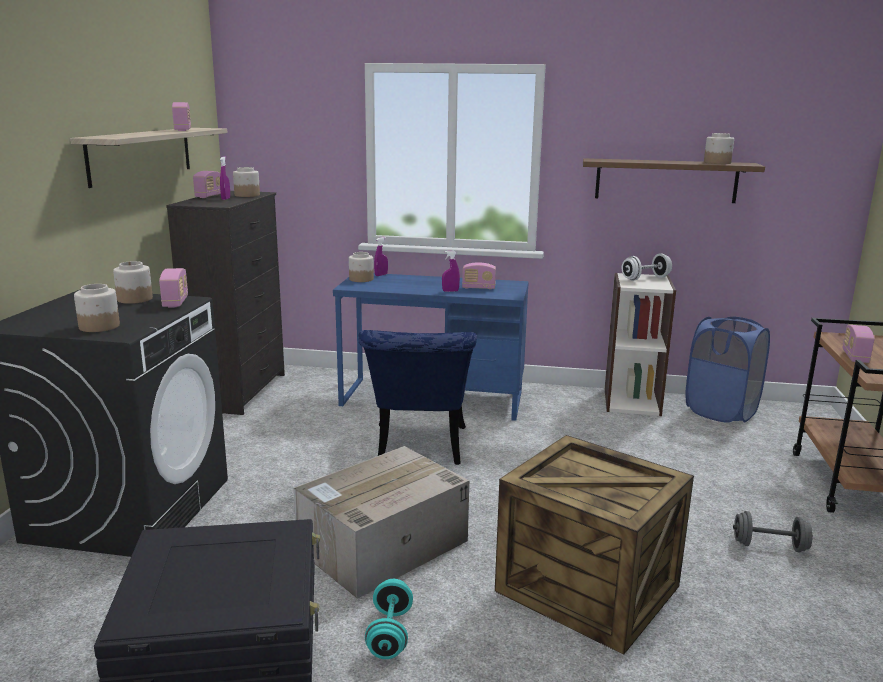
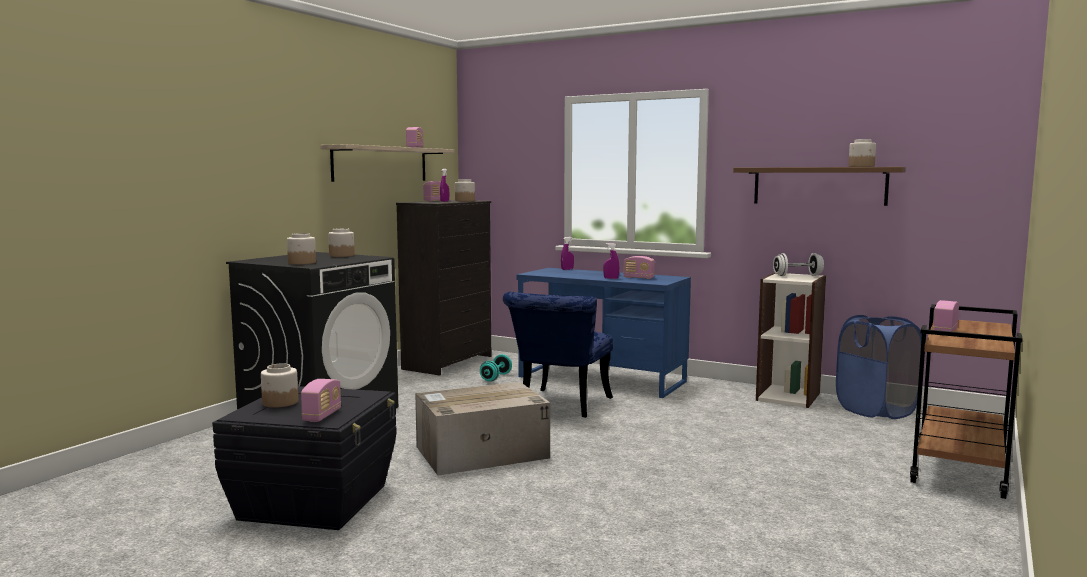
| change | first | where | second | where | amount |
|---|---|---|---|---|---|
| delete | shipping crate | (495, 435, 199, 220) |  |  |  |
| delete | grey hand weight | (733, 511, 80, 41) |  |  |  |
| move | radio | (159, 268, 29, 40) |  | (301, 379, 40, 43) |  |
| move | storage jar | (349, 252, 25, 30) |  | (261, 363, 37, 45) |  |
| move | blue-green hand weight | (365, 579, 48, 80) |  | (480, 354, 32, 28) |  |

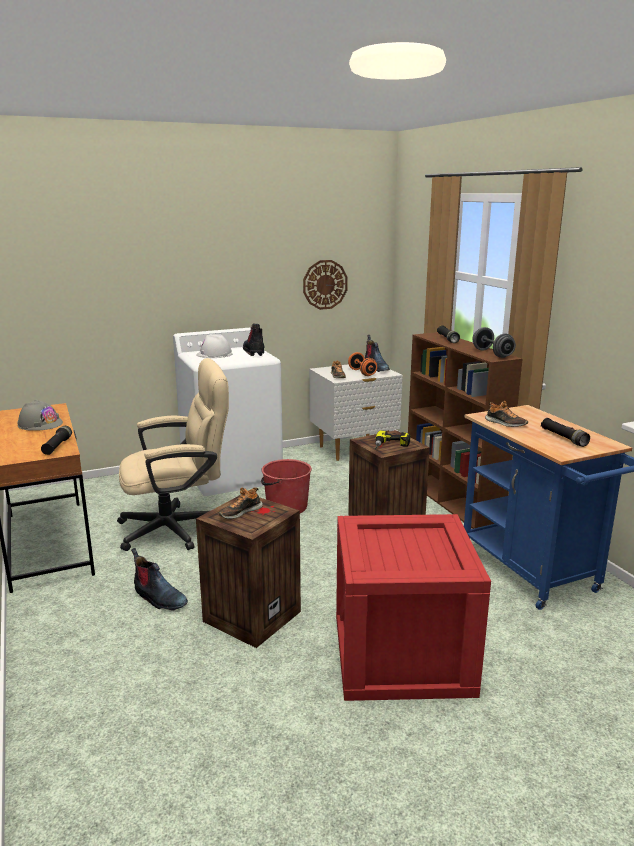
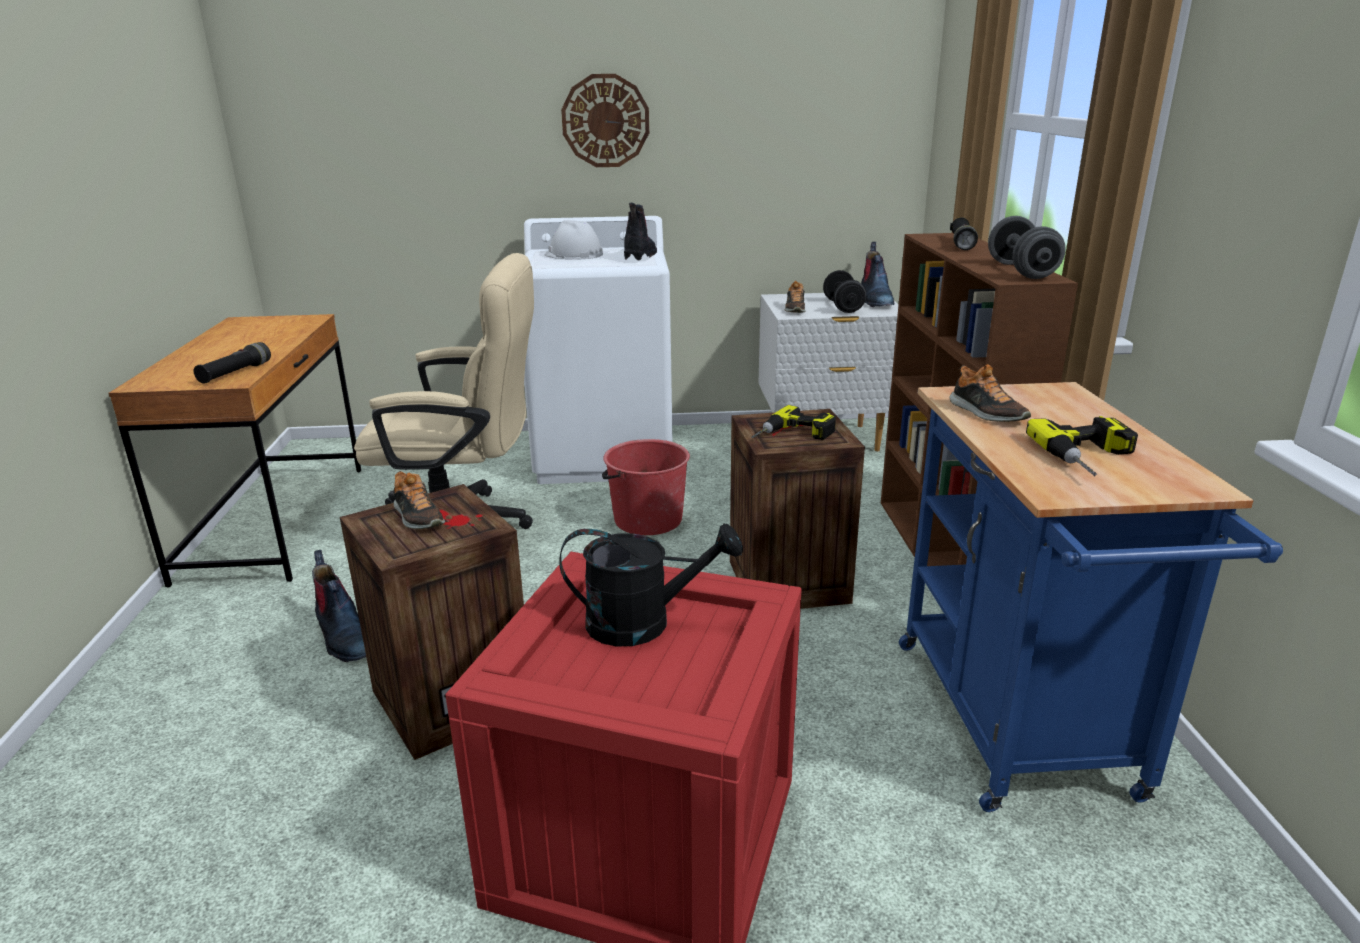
| change | first | where | second | where | amount |
|---|---|---|---|---|---|
| delete | grey hard hat | (17, 400, 46, 31) |  |  |  |
| insert |  |  | black-coloured watering pot | (559, 523, 184, 124) |  |
| move | hanging clock | (303, 260, 45, 50) |  | (561, 74, 88, 93) |  |
| replace | black-coloured flashlight | (541, 418, 49, 29) | electric drill | (1026, 416, 112, 60) |  |
| recolor | orange hand weight | (348, 352, 29, 24) | black-coloured hand weight | (823, 270, 43, 43) |  |
| rotate | low shoe | (219, 487, 44, 32) |  | (393, 471, 52, 58) | 105 degrees counterclockwise |

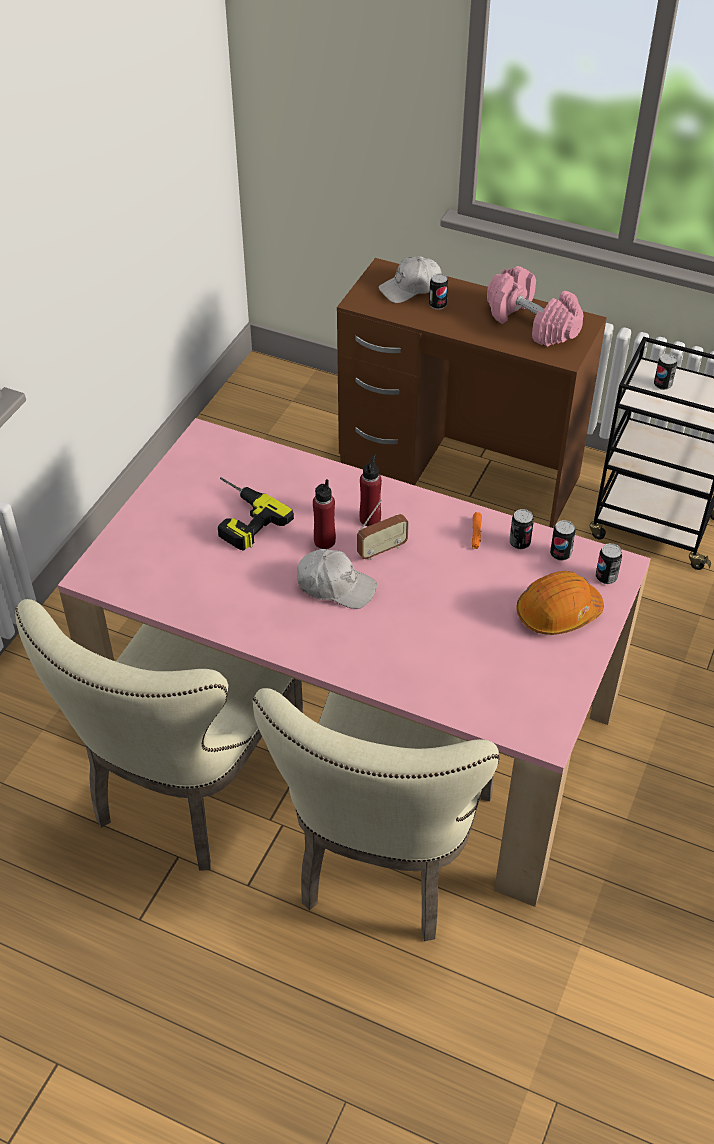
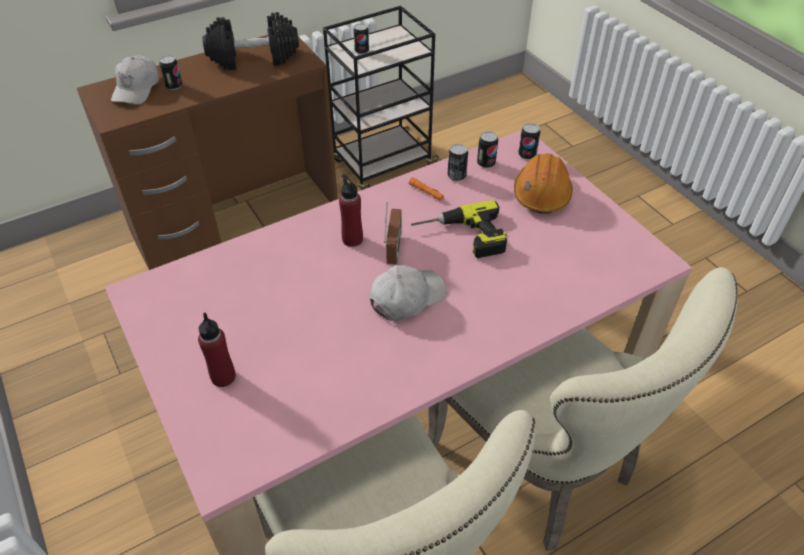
| change | first | where | second | where | amount |
|---|---|---|---|---|---|
| move | electric drill | (218, 477, 76, 74) |  | (411, 200, 96, 59) |  |
| move | reddish bottle | (313, 479, 23, 70) |  | (198, 313, 38, 74) |  |
| recolor | pink-coloured hand weight | (487, 266, 96, 81) | black-coloured hand weight | (202, 12, 97, 58) |  |

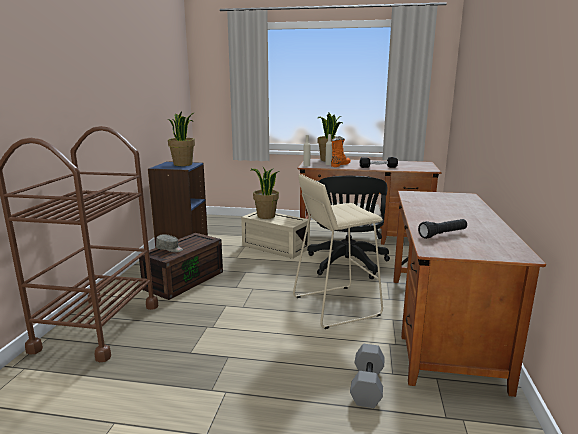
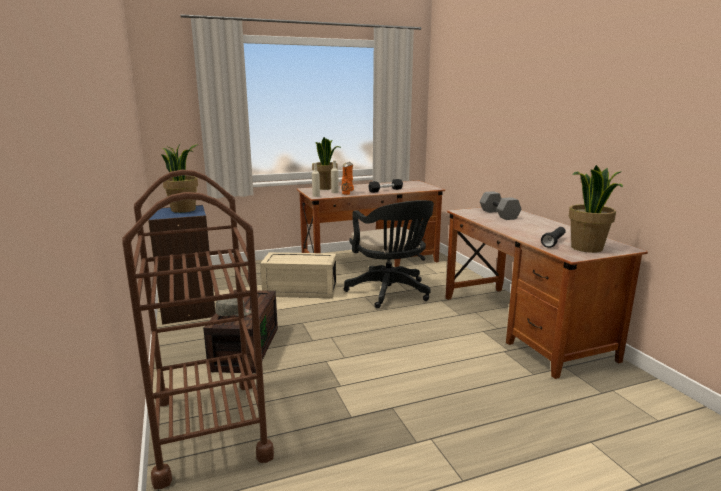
| change | first | where | second | where | amount |
|---|---|---|---|---|---|
| delete | beige stool | (293, 174, 90, 155) |  |  |  |
| move | houseplant | (250, 166, 30, 53) |  | (568, 165, 55, 88) |  |
| move | grey hand weight | (350, 344, 35, 64) |  | (480, 191, 41, 29) |  |

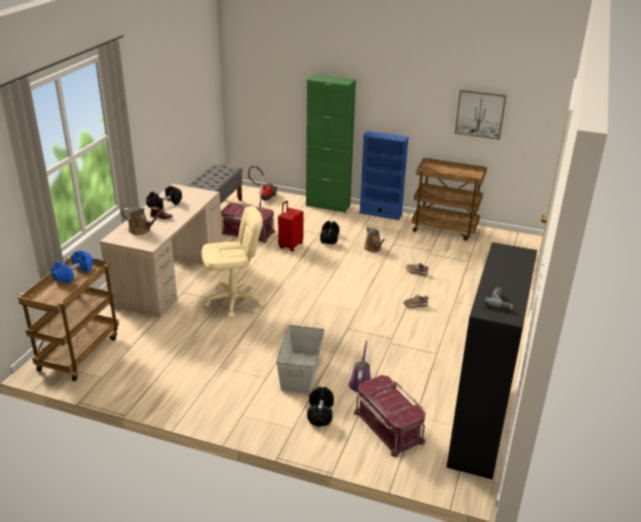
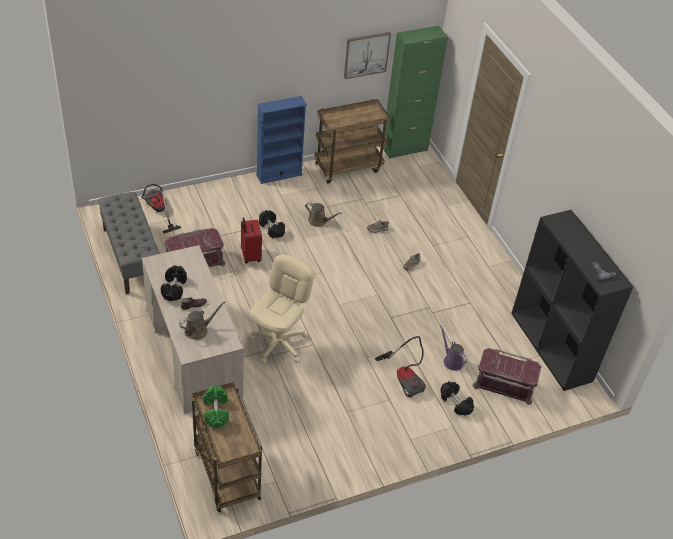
| change | first | where | second | where | amount |
|---|---|---|---|---|---|
| move | greenish cupboard | (306, 74, 50, 139) |  | (383, 26, 65, 133) |  |
| replace | grey storage bin | (276, 325, 49, 69) | vacuum cleaner | (375, 336, 51, 62) |  |
| recolor | bluish hand weight | (51, 250, 42, 33) | greenish hand weight | (203, 386, 26, 42) |  |

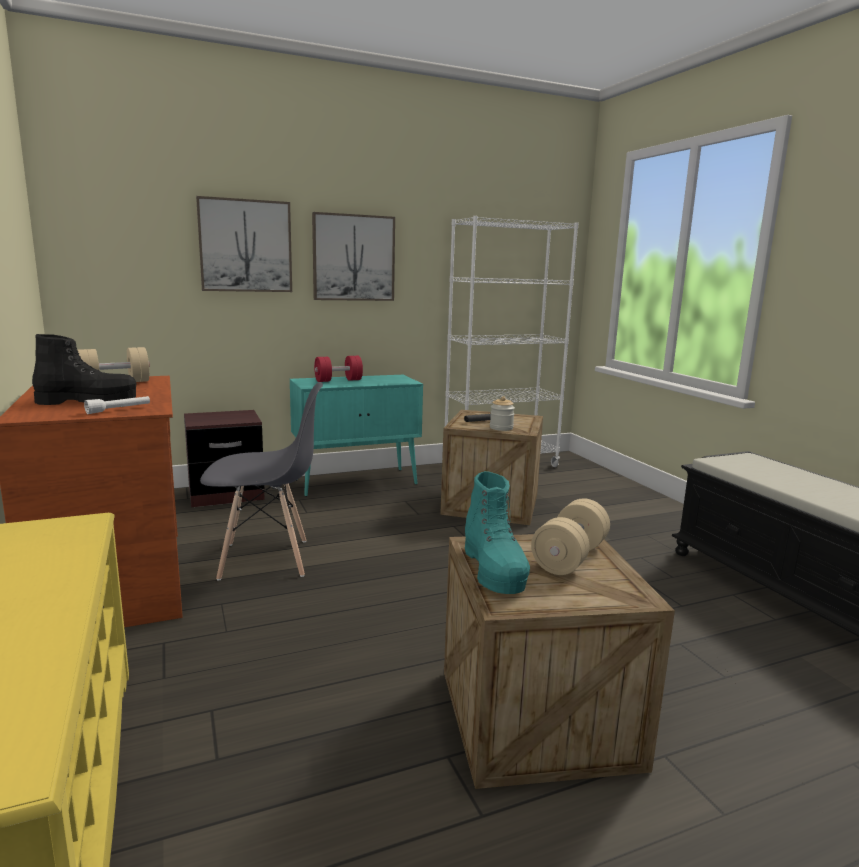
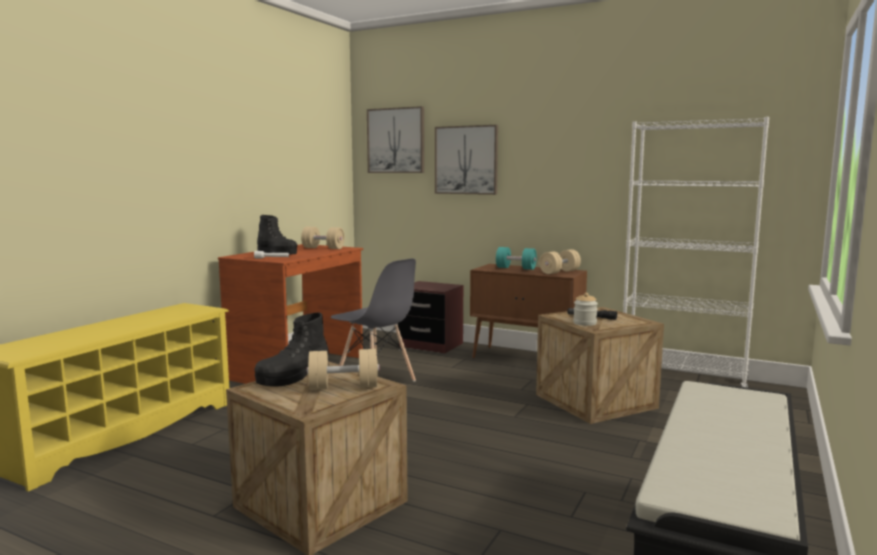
| change | first | where | second | where | amount |
|---|---|---|---|---|---|
| insert |  |  | beige hand weight | (539, 249, 42, 25) |  |
| move | picture | (312, 212, 83, 89) |  | (367, 106, 57, 67) |  |
| recolor | blue-green cupboard | (290, 375, 133, 122) | brown-coloured cupboard | (470, 264, 117, 95) |  |
| recolor | reddish hand weight | (314, 356, 49, 26) | blue-green hand weight | (496, 247, 41, 23) |  |
| recolor | blue-green tall boot | (465, 471, 65, 123) | black-coloured tall boot | (255, 313, 74, 73) |  |

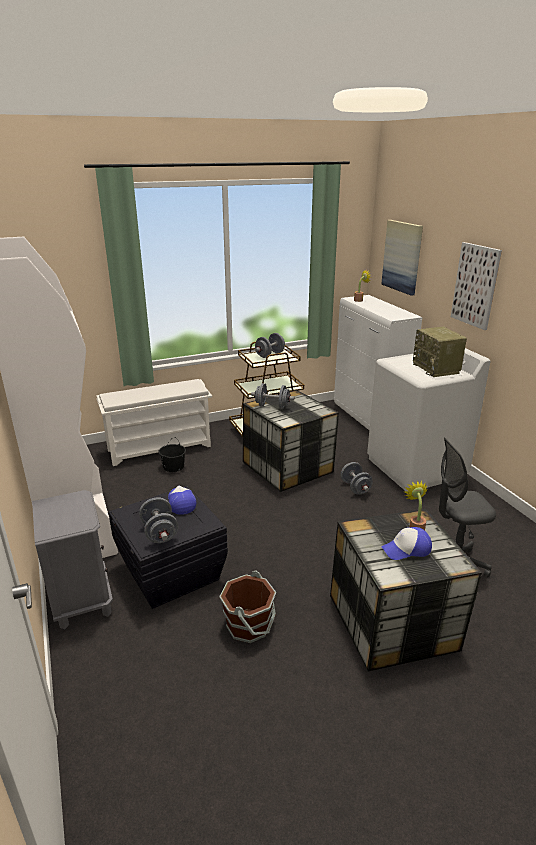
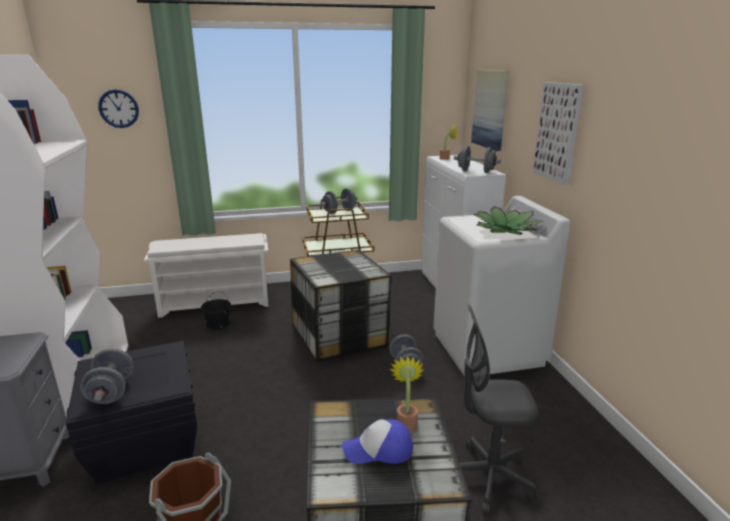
| change | first | where | second | where | amount |
|---|---|---|---|---|---|
| delete | baseball cap | (168, 486, 28, 29) |  |  |  |
| insert |  |  | hanging clock | (98, 89, 41, 39) |  |
| move | grey hand weight | (251, 383, 43, 26) |  | (454, 146, 47, 27) |  |
| replace | radio | (413, 327, 54, 50) | houseplant | (473, 206, 70, 29) |  |

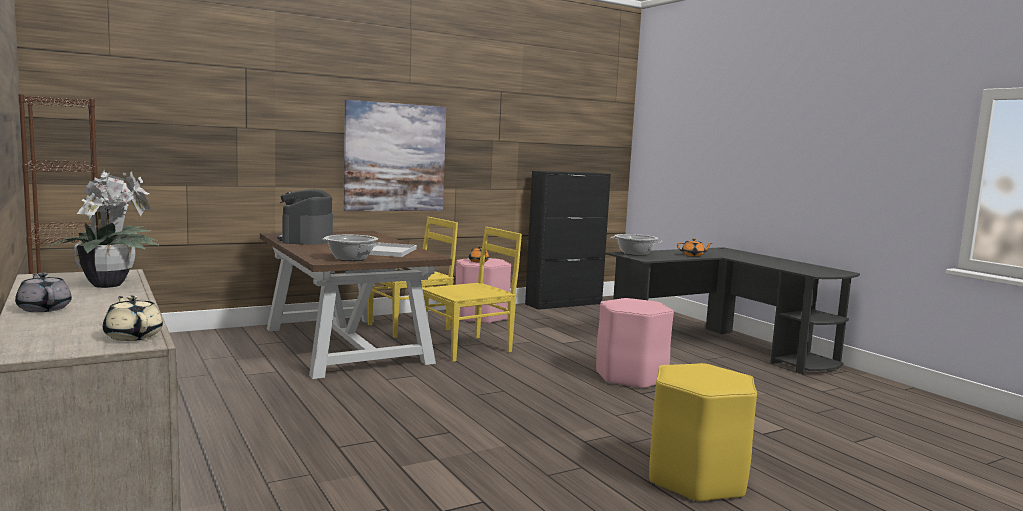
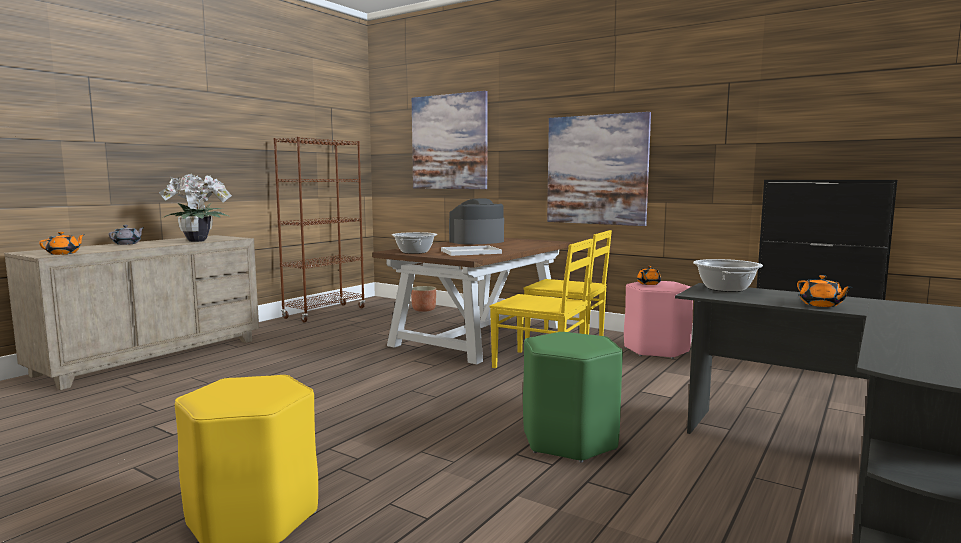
| change | first | where | second | where | amount |
|---|---|---|---|---|---|
| insert |  |  | flower pot | (411, 286, 25, 26) |  |
| insert |  |  | picture | (412, 91, 76, 98) |  |
| recolor | beige tea pot | (103, 295, 60, 46) | orange tea pot | (39, 232, 46, 23) |  |
| recolor | pink-coloured stool | (596, 298, 78, 91) | greenish stool | (523, 332, 100, 130) |  |

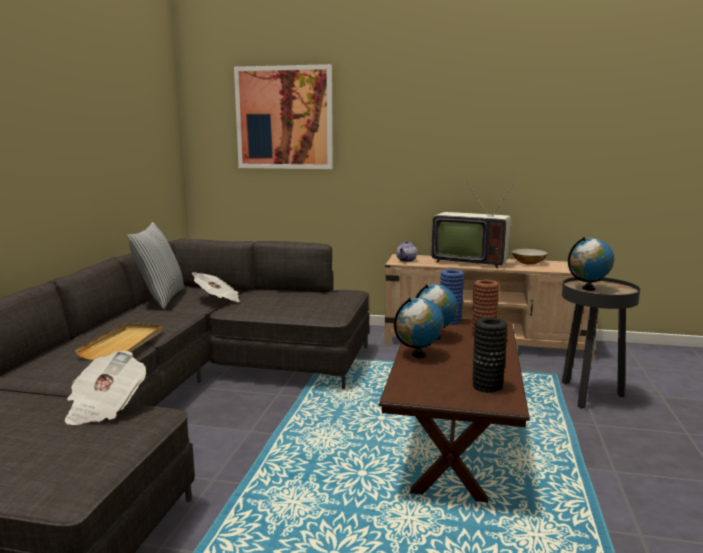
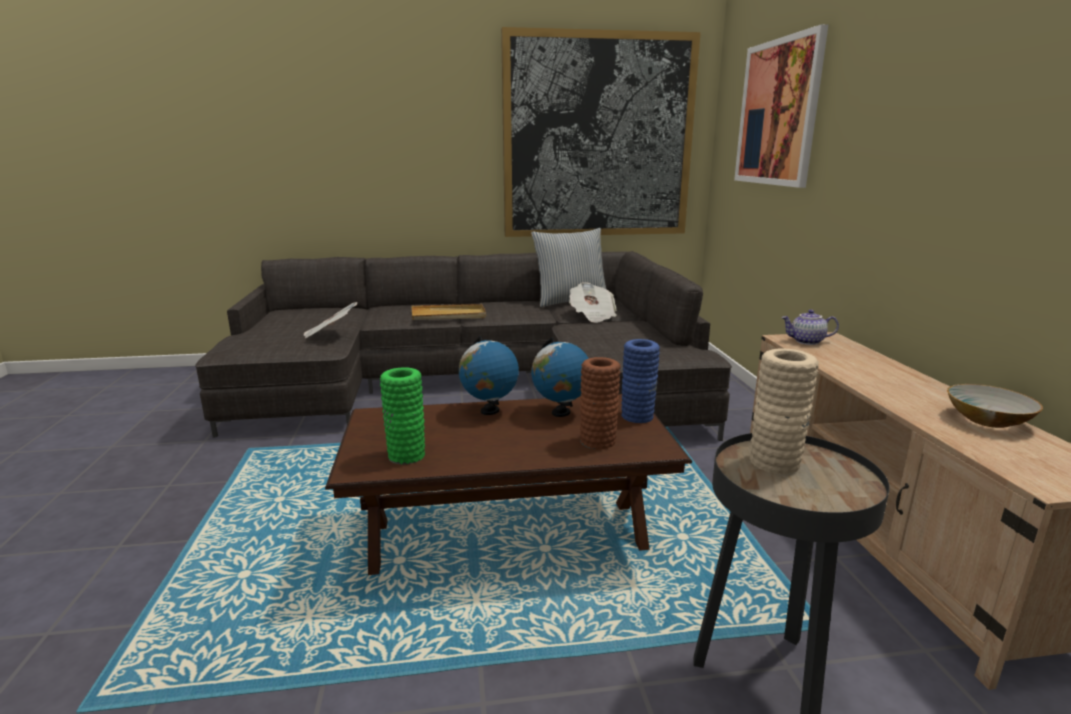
| change | first | where | second | where | amount |
|---|---|---|---|---|---|
| delete | television | (431, 181, 84, 88) |  |  |  |
| insert |  |  | picture | (501, 27, 200, 210) |  |
| replace | world globe | (568, 237, 46, 54) | beige decorative vase | (750, 348, 69, 126) |  |
| recolor | black-coloured decorative vase | (472, 317, 36, 76) | greenish decorative vase | (380, 368, 45, 97) |  |

